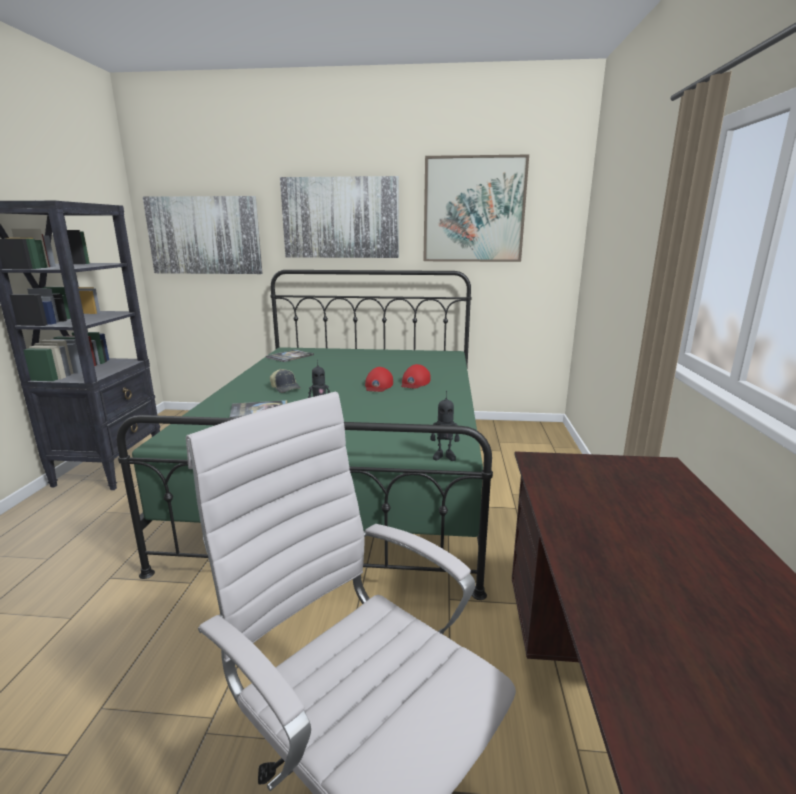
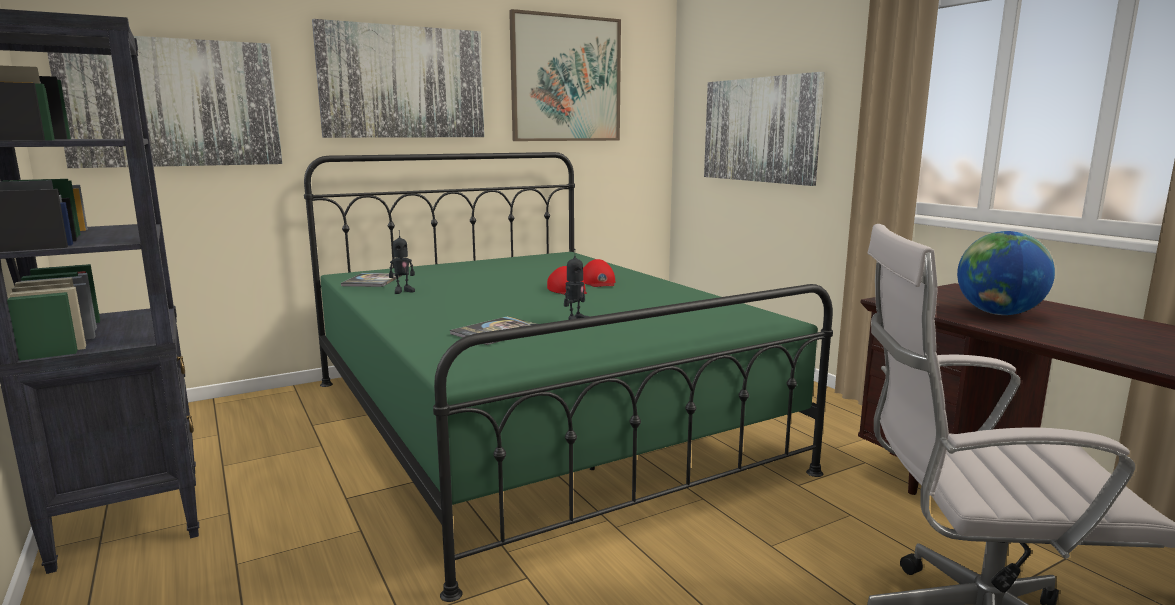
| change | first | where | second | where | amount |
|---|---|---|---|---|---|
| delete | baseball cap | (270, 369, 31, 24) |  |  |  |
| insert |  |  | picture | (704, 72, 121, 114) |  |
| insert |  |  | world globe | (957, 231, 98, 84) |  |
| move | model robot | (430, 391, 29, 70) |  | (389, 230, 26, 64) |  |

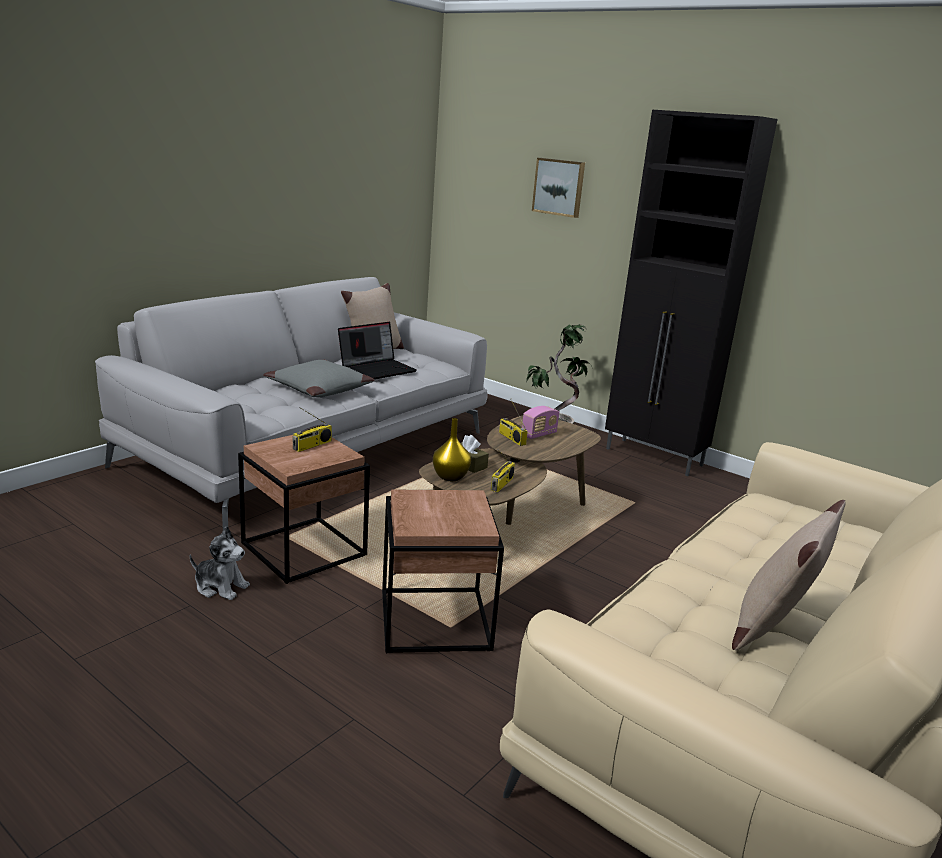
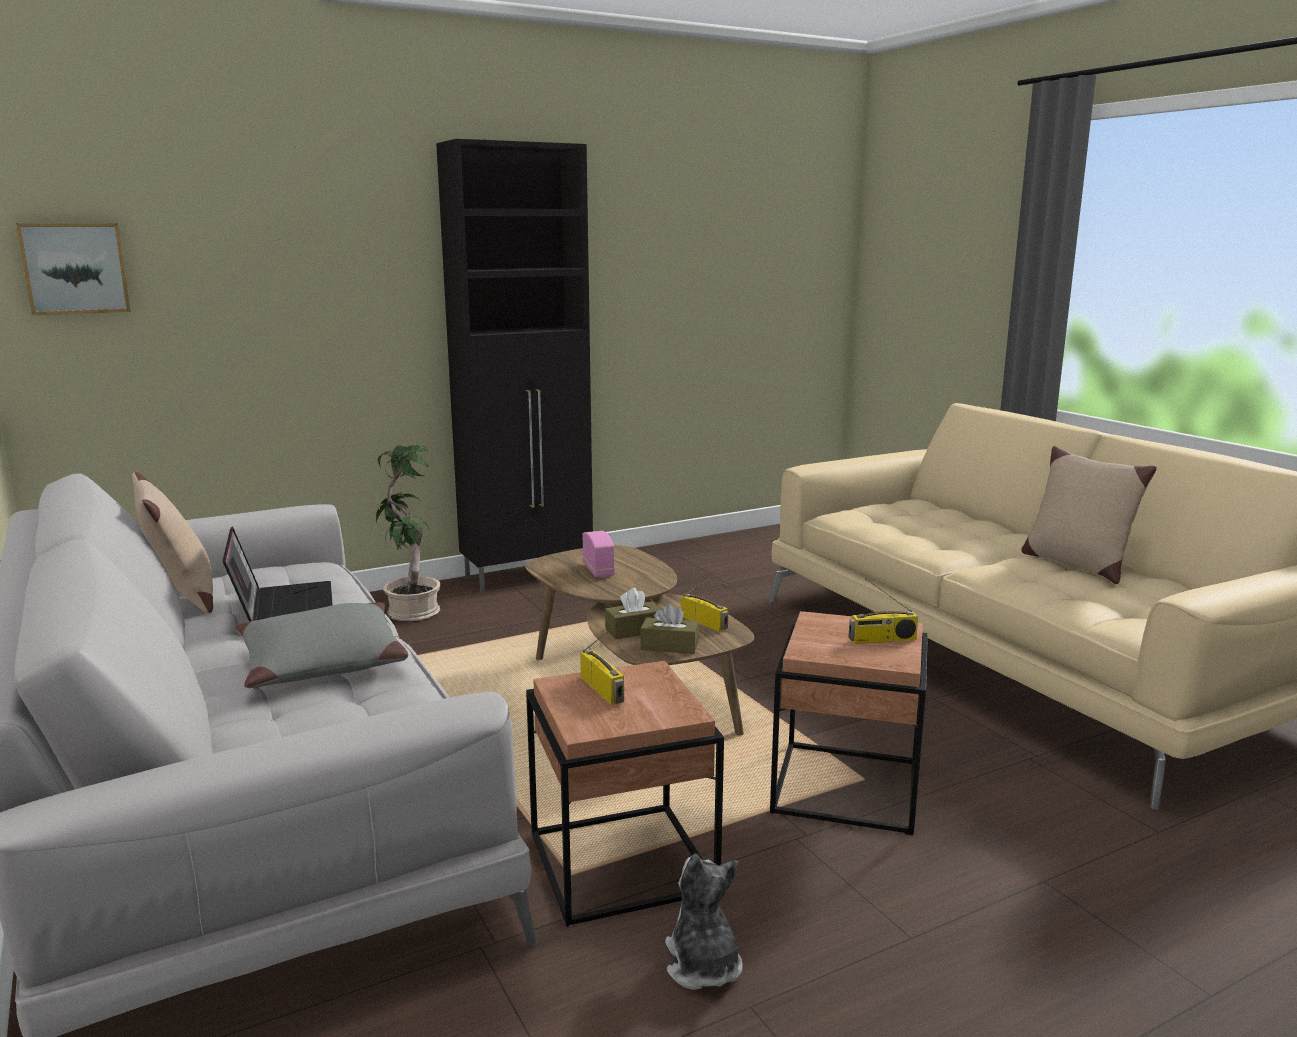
| change | first | where | second | where | amount |
|---|---|---|---|---|---|
| move | radio | (499, 400, 29, 46) |  | (848, 578, 70, 66) |  |
| move | picture | (532, 158, 53, 60) |  | (16, 223, 115, 92) |  |
| replace | yellow decorative vase | (433, 418, 38, 63) | brown-coloured box of tissues | (640, 604, 59, 50) |  |
| rotate | soft toy | (190, 526, 60, 74) |  | (665, 854, 78, 136) | 60 degrees counterclockwise |

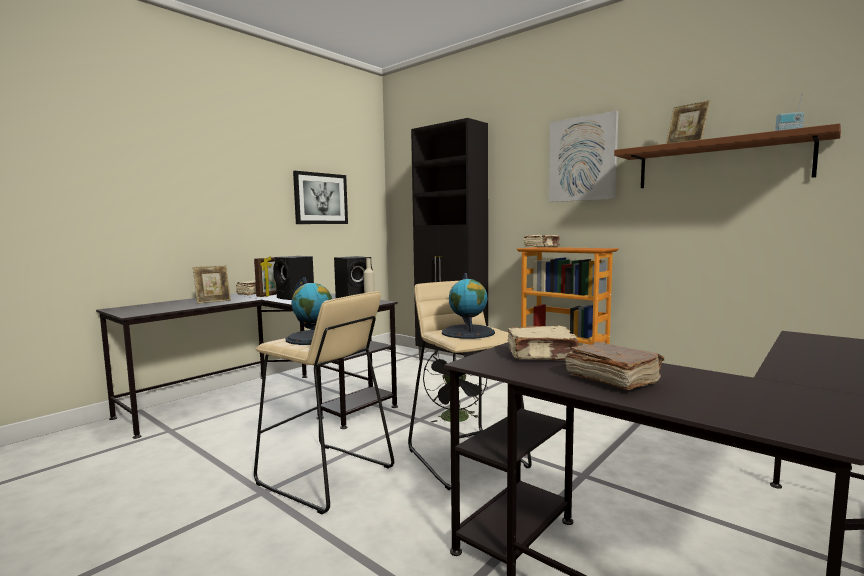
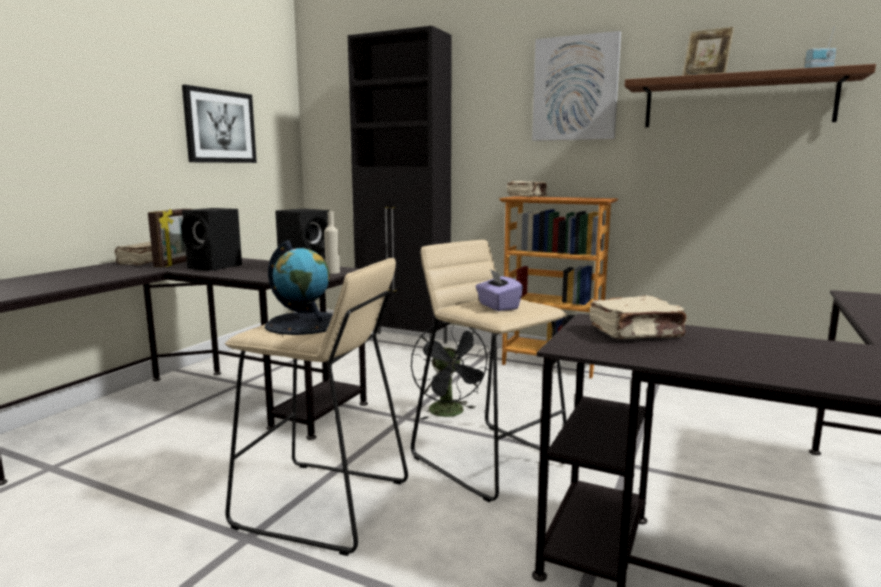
| change | first | where | second | where | amount |
|---|---|---|---|---|---|
| delete | picture frame | (193, 266, 38, 38) |  |  |  |
| delete | brown-coloured book | (566, 341, 98, 49) |  |  |  |
| replace | world globe | (442, 273, 53, 66) | purplish box of tissues | (476, 269, 47, 42) |  |

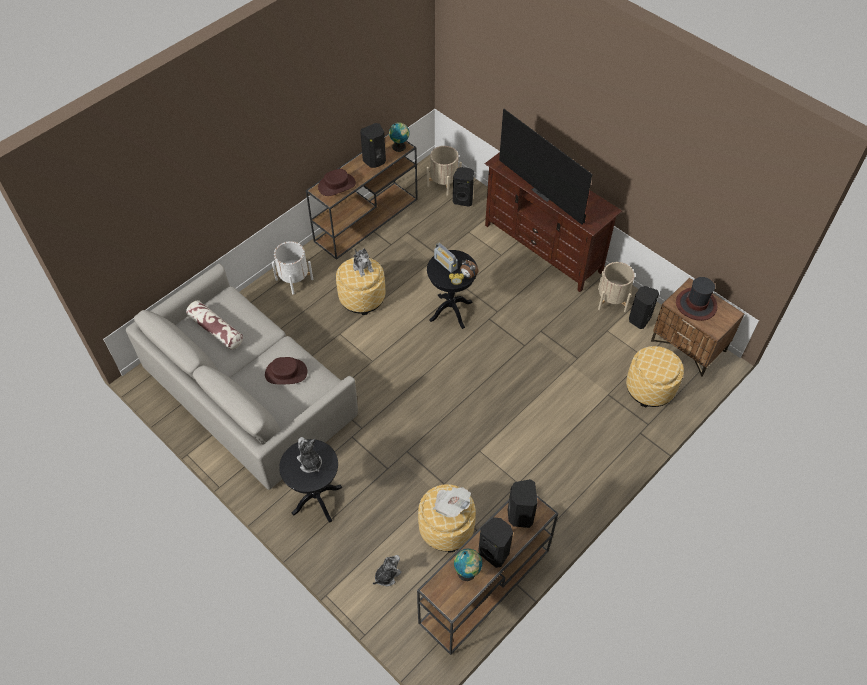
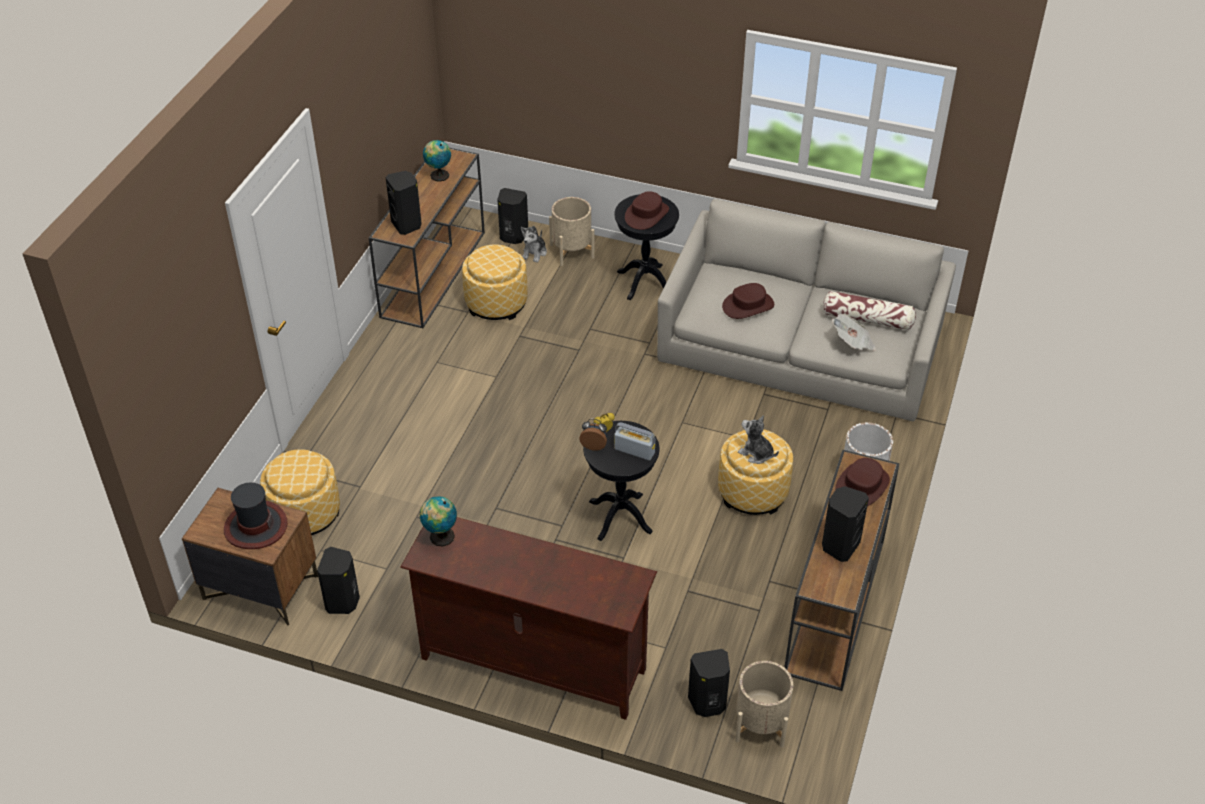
| change | first | where | second | where | amount |
|---|---|---|---|---|---|
| delete | television | (499, 109, 93, 115) |  |  |  |
| move | world globe | (389, 122, 20, 30) |  | (420, 496, 37, 51) |  |
| move | printed paper | (433, 487, 38, 31) |  | (832, 314, 44, 37) |  |
| move | black-coloured speaker | (479, 517, 34, 51) |  | (497, 188, 31, 56) |  |
| move | beige flower pot | (598, 262, 37, 50) |  | (549, 197, 46, 69) |  |
| replace | soft toy | (297, 437, 25, 36) | brown-coloured clothing hat | (625, 191, 44, 39) |  |

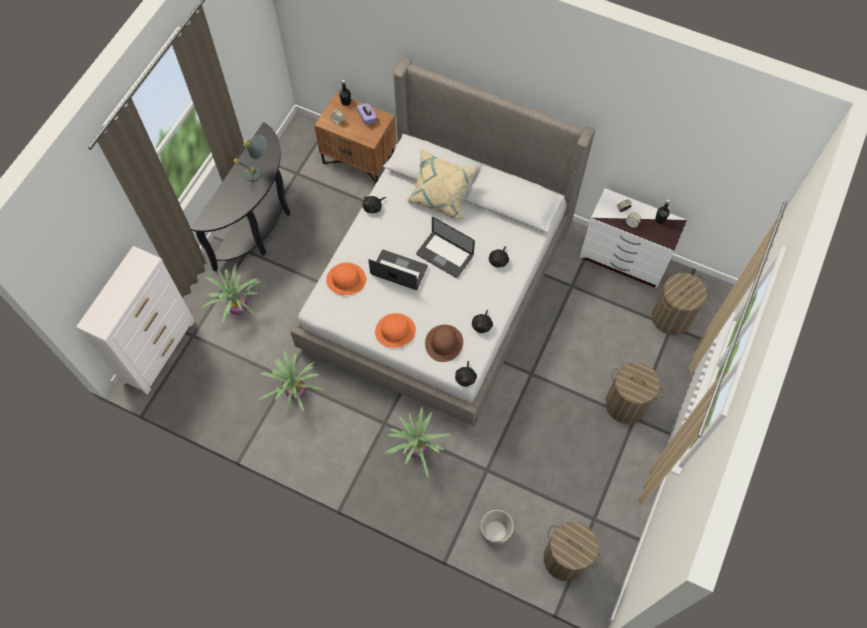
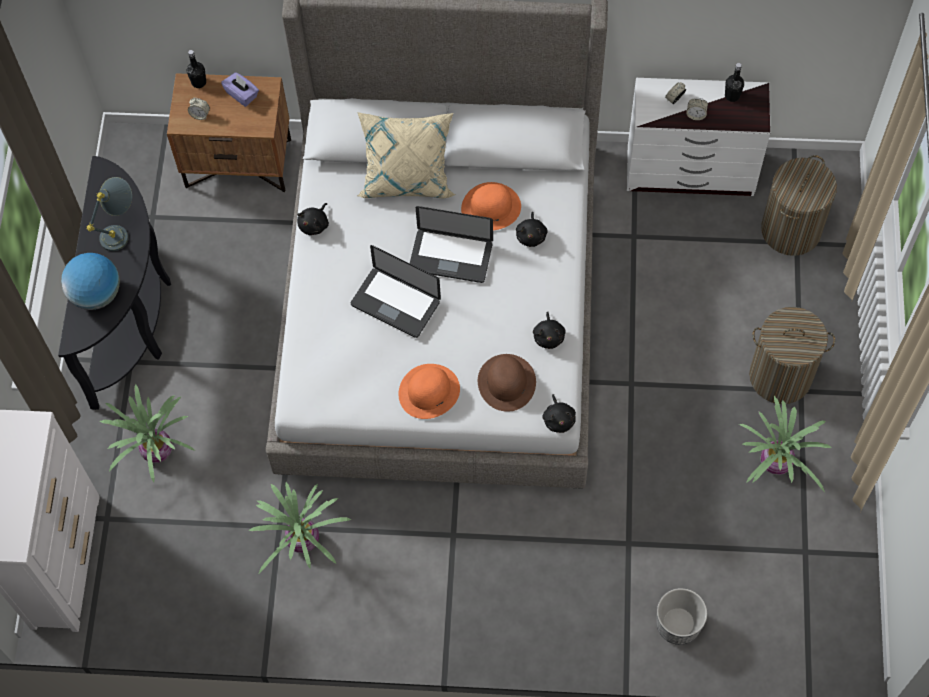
| change | first | where | second | where | amount |
|---|---|---|---|---|---|
| delete | laundry basket | (543, 522, 58, 59) |  |  |  |
| insert |  |  | world globe | (61, 253, 59, 57) |  |
| move | orange clothing hat | (326, 262, 40, 33) |  | (461, 182, 60, 49) |  |
| move | houseplant | (384, 407, 67, 70) |  | (739, 396, 93, 96) |  |
| rotate | notebook computer | (368, 250, 60, 40) |  | (351, 245, 90, 93) | 150 degrees counterclockwise |

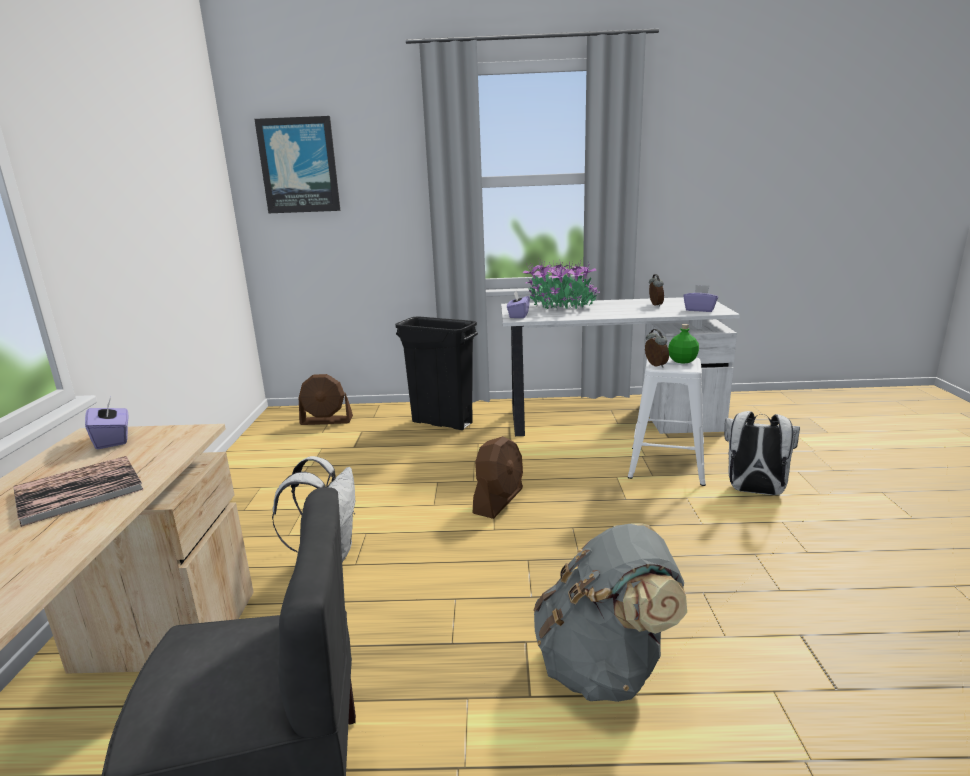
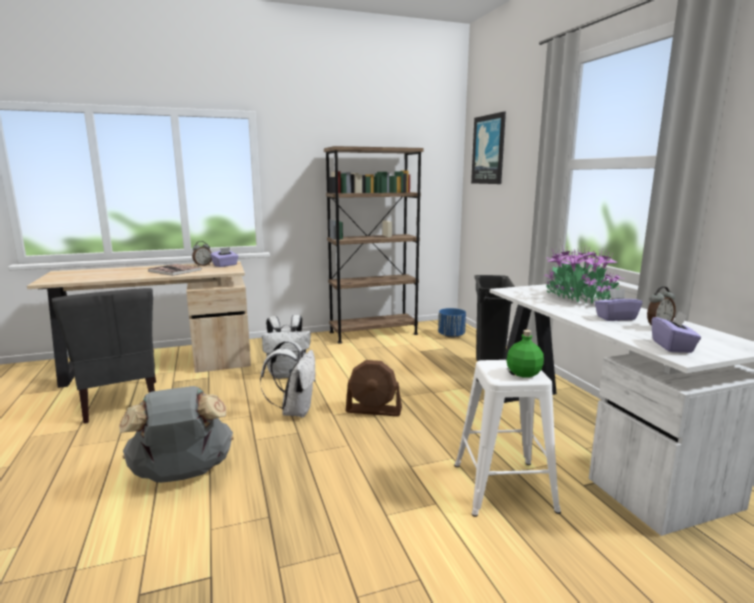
| change | first | where | second | where | amount |
|---|---|---|---|---|---|
| insert |  |  | brown-coloured bookcase | (324, 146, 100, 198) |  |
| move | purplish box of tissues | (507, 290, 23, 28) |  | (594, 289, 48, 32) |  |
| move | alarm clock | (645, 329, 24, 39) |  | (192, 241, 20, 25) |  |
| move | white backpack | (724, 411, 76, 84) |  | (260, 340, 56, 77) |  |
| replace | brown-coloured cooling fan | (299, 374, 54, 51) | bluish flower pot | (438, 308, 28, 30) |  |

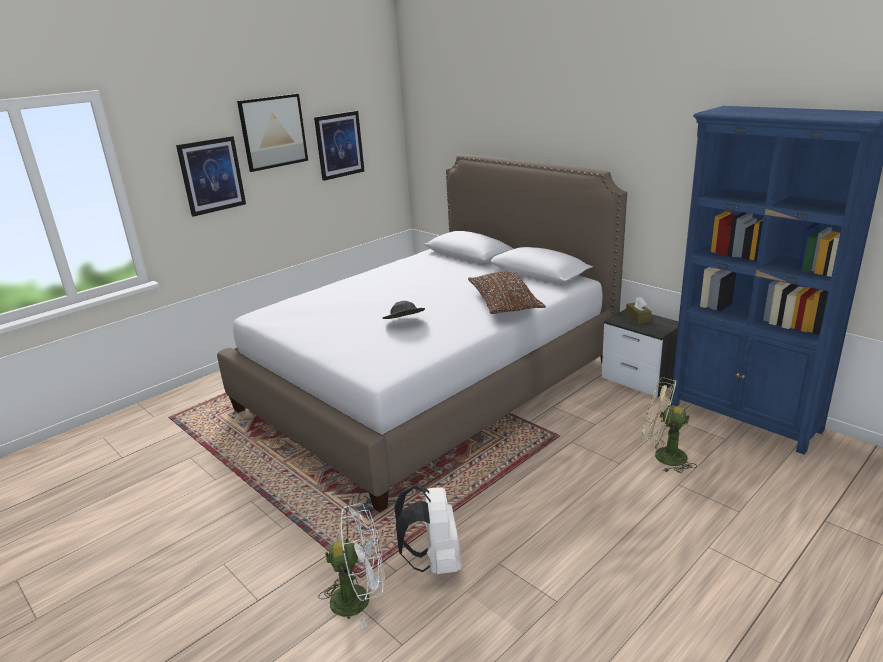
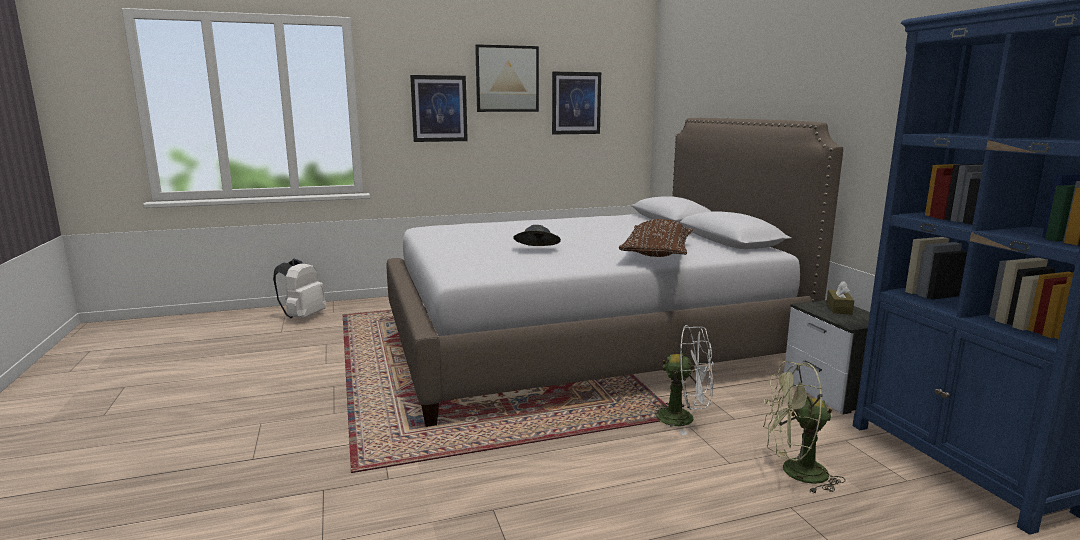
| change | first | where | second | where | amount |
|---|---|---|---|---|---|
| move | white cooling fan | (318, 503, 67, 125) |  | (653, 325, 61, 110) |  |
| move | white backpack | (394, 485, 68, 89) |  | (273, 258, 53, 60) |  |
| rotate | greenish cooling fan | (641, 377, 56, 96) |  | (763, 361, 83, 132) | 45 degrees counterclockwise |

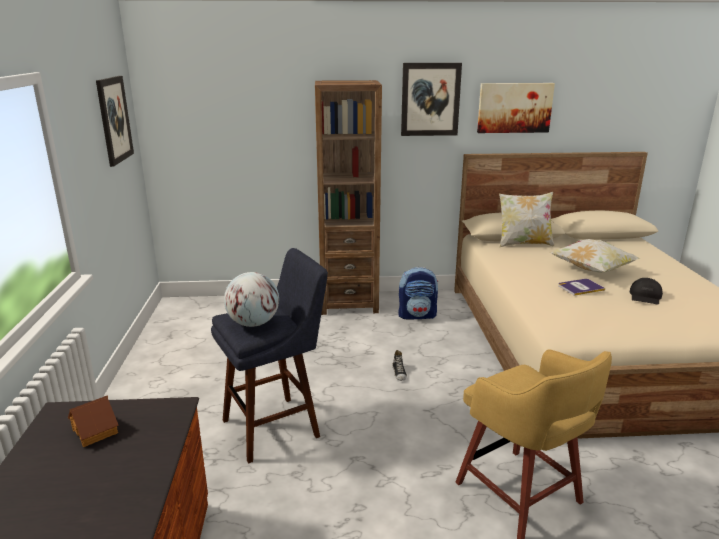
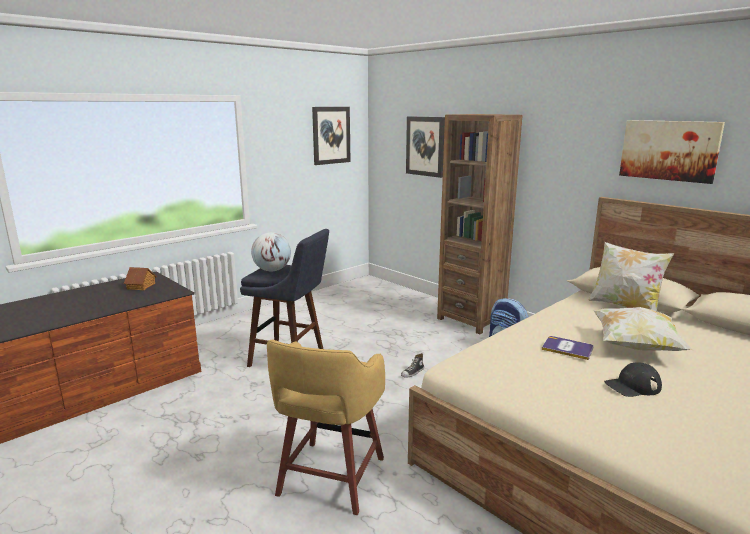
| change | first | where | second | where | amount |
|---|---|---|---|---|---|
| move | picture | (401, 63, 61, 73) |  | (406, 116, 39, 62) |  |

